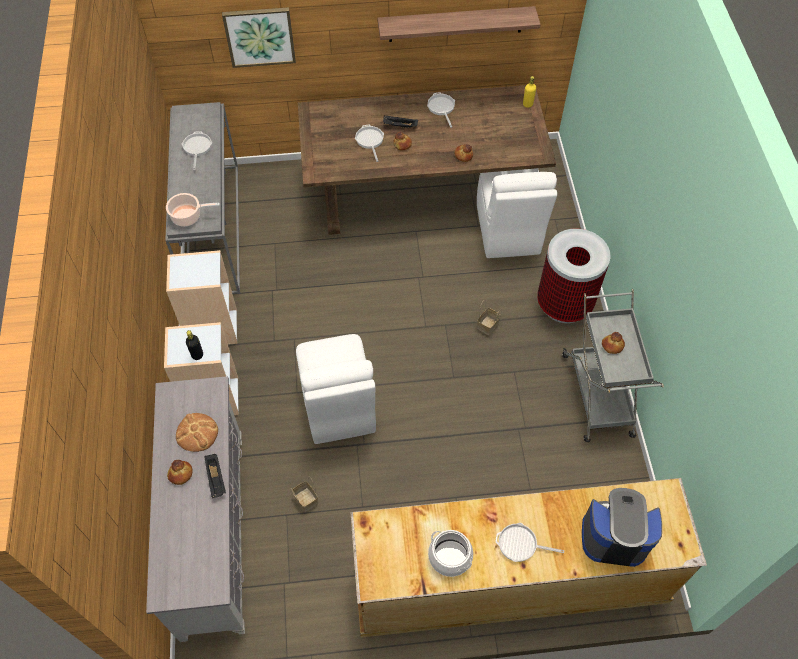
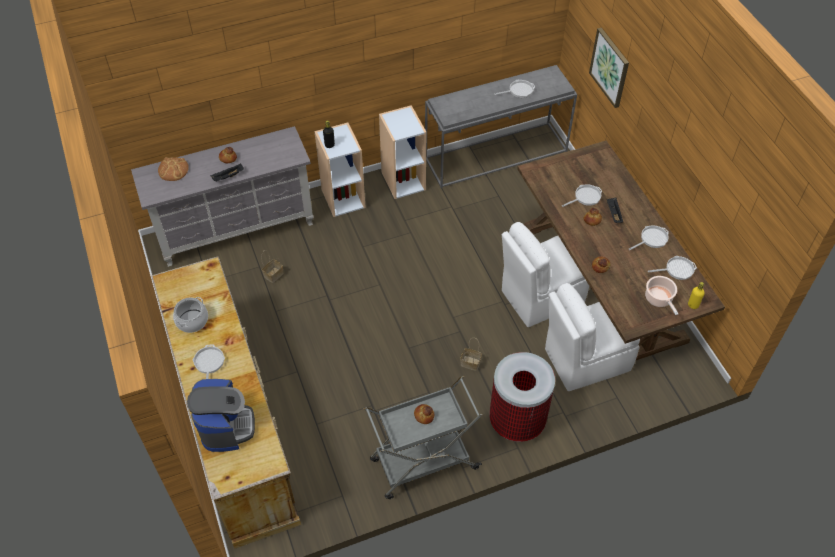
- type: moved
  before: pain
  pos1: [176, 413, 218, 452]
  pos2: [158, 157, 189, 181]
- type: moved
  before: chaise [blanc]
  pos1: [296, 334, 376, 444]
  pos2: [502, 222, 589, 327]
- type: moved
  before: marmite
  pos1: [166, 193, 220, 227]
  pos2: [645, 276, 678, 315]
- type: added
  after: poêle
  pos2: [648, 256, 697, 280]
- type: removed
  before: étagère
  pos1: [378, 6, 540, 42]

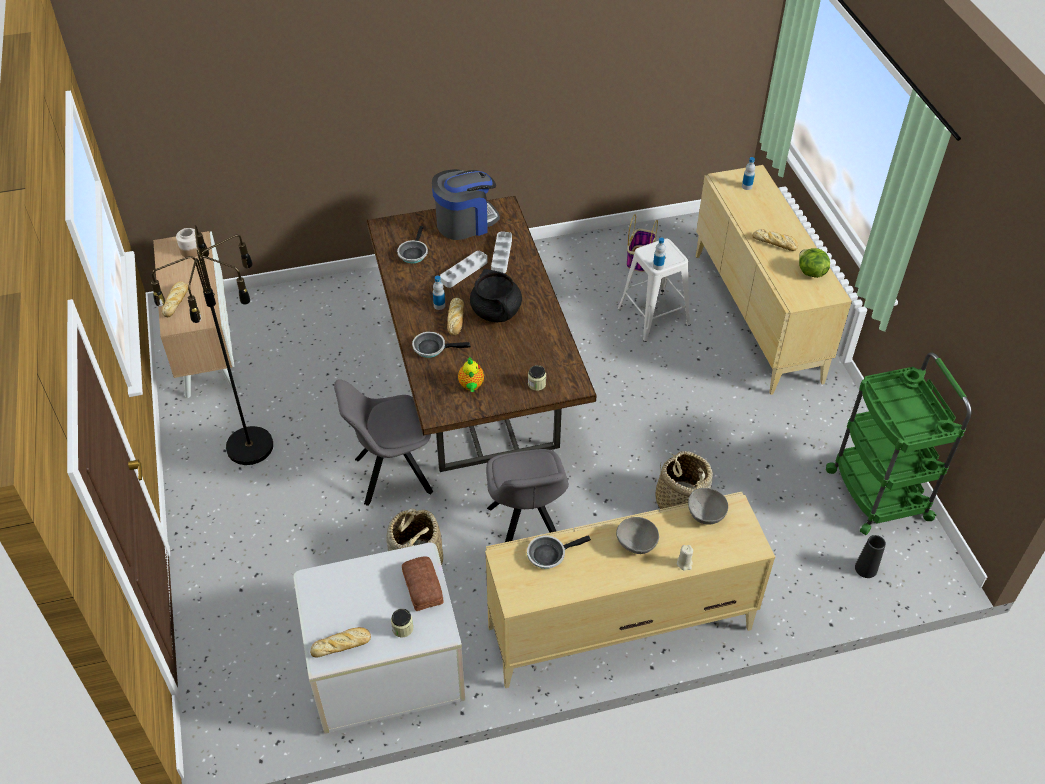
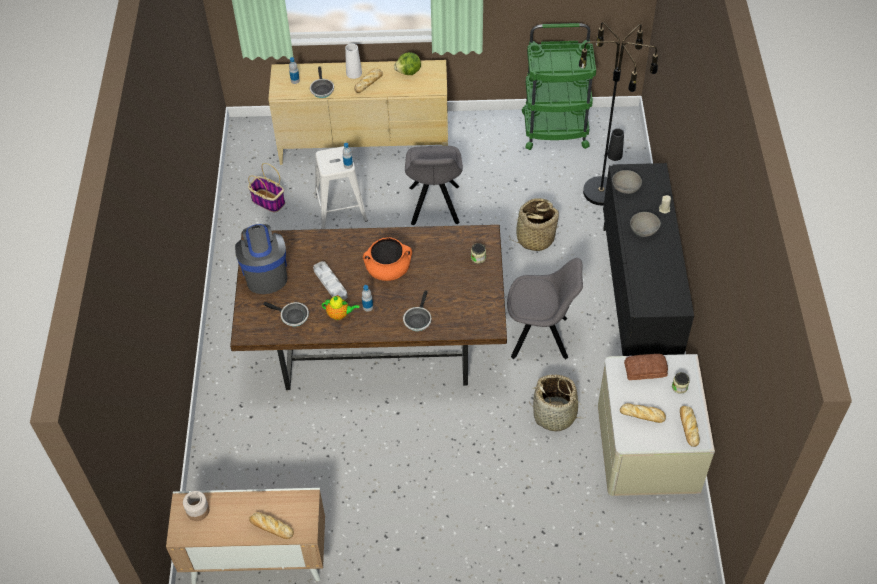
- type: moved
  before: poêle
  pos1: [527, 535, 591, 569]
  pos2: [310, 67, 334, 98]
- type: moved
  before: théière
  pos1: [458, 356, 484, 392]
  pos2: [322, 295, 360, 320]
- type: added
  after: vase [blanc]
  pos2: [345, 43, 362, 79]
- type: recoloured
  before: marmite [noir]
  after: marmite [orange]
  pos1: [470, 269, 522, 322]
  pos2: [363, 237, 412, 281]
- type: moved
  before: chaise [gris]
  pos1: [334, 379, 433, 506]
  pos2: [405, 146, 463, 226]
- type: moved
  before: lampadaire
  pos1: [151, 225, 273, 465]
  pos2: [579, 22, 658, 206]
- type: recoloured
  before: commode [beige]
  after: commode [noir]
  pos1: [485, 492, 775, 688]
  pos2: [603, 163, 694, 356]
- type: moved
  before: pain
  pos1: [447, 298, 464, 336]
  pos2: [620, 403, 666, 423]
- type: removed
  before: plateau [gris]
  pos1: [491, 232, 512, 273]

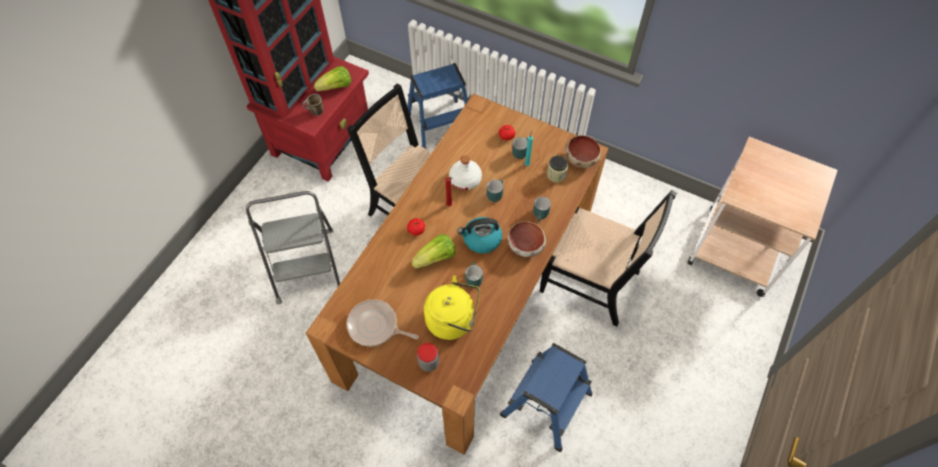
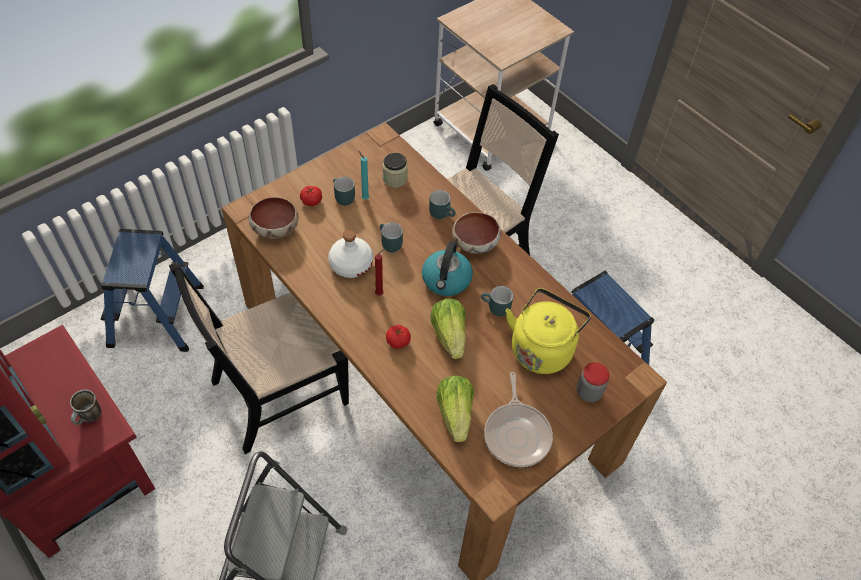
- type: moved
  before: bol
  pos1: [565, 135, 601, 168]
  pos2: [249, 197, 298, 239]
- type: moved
  before: laitue
  pos1: [314, 66, 351, 91]
  pos2: [436, 375, 474, 442]
- type: turned
  before: poêle
  pos1: [346, 299, 419, 346]
  pos2: [484, 372, 553, 467]
  turn: -45

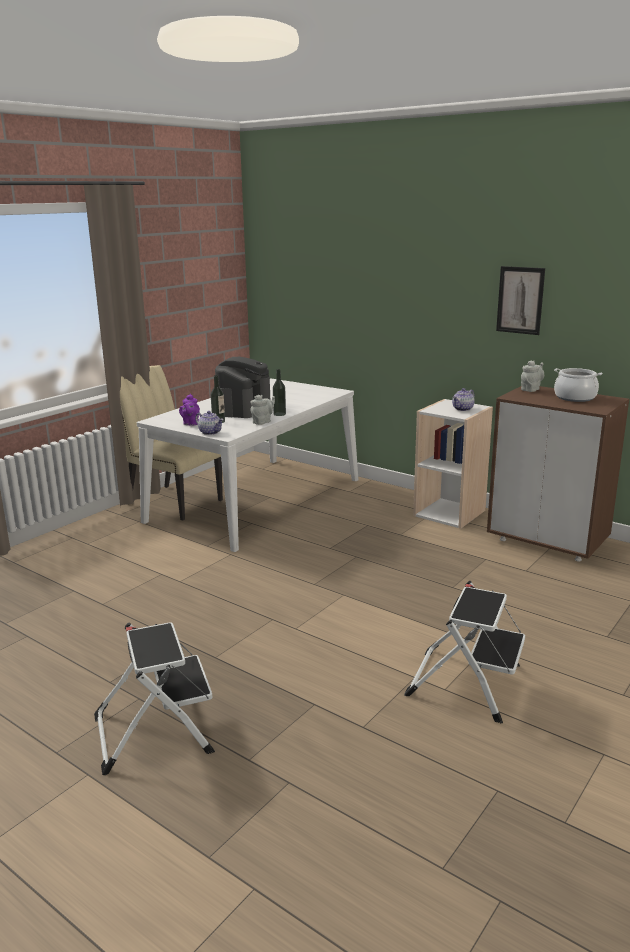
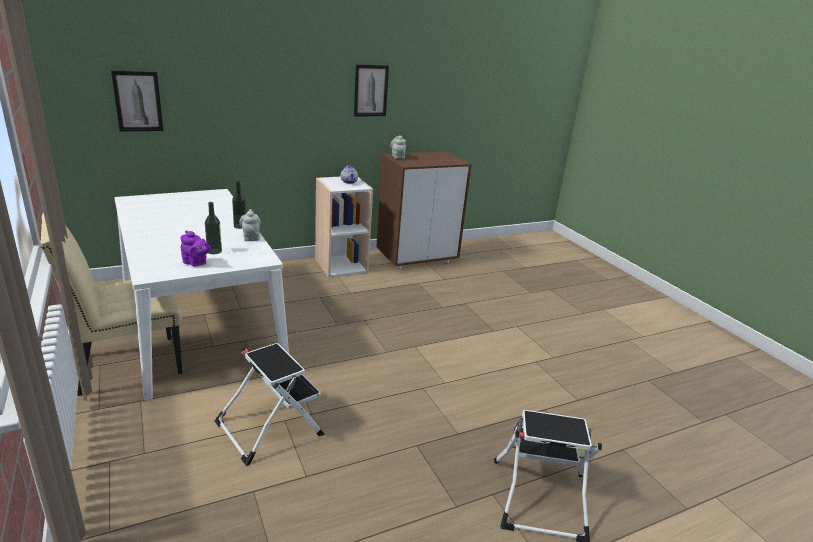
- type: added
  after: tableau
  pos2: [111, 71, 163, 132]
- type: moved
  before: escabeau
  pos1: [404, 581, 525, 723]
  pos2: [214, 343, 325, 466]
- type: removed
  before: théière
  pos1: [195, 411, 224, 435]
- type: removed
  before: machine à café
  pos1: [215, 357, 270, 418]
- type: removed
  before: marmite
  pos1: [554, 368, 603, 402]

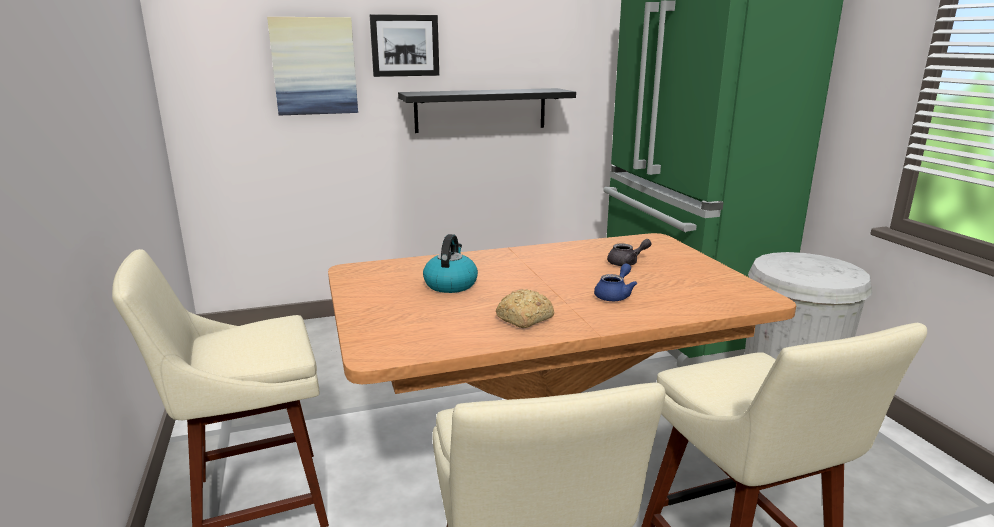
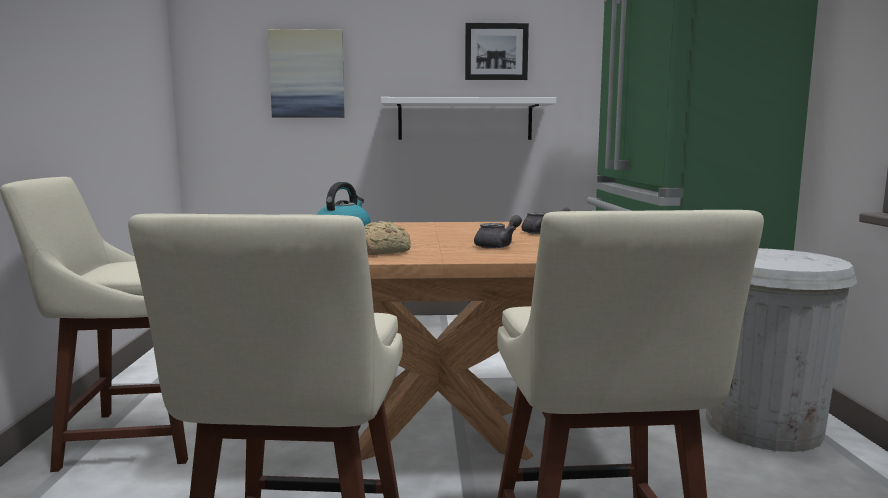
- type: recoloured
  before: étagère [noir]
  after: étagère [blanc]
  pos1: [398, 88, 576, 133]
  pos2: [381, 97, 556, 140]
- type: moved
  before: tableau
  pos1: [370, 14, 439, 77]
  pos2: [465, 23, 529, 80]
- type: recoloured
  before: théière [bleu]
  after: théière [gris]
  pos1: [594, 263, 637, 301]
  pos2: [474, 215, 522, 249]

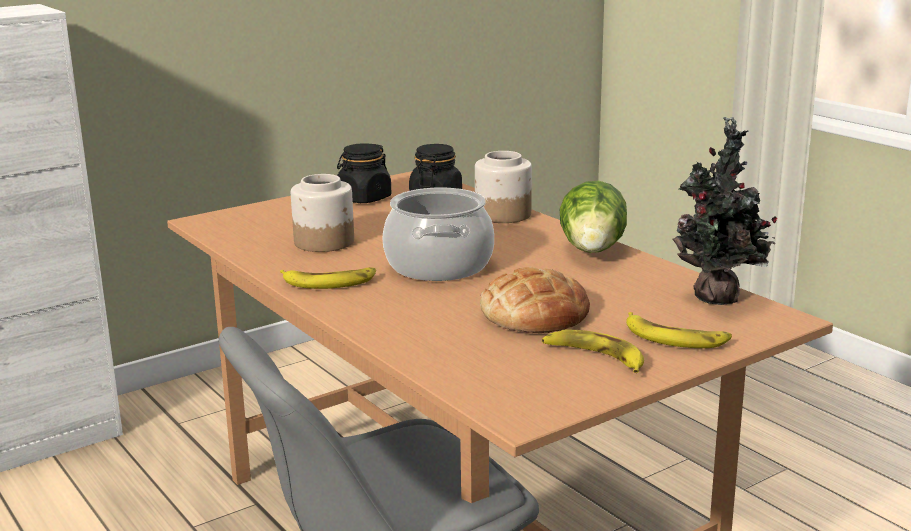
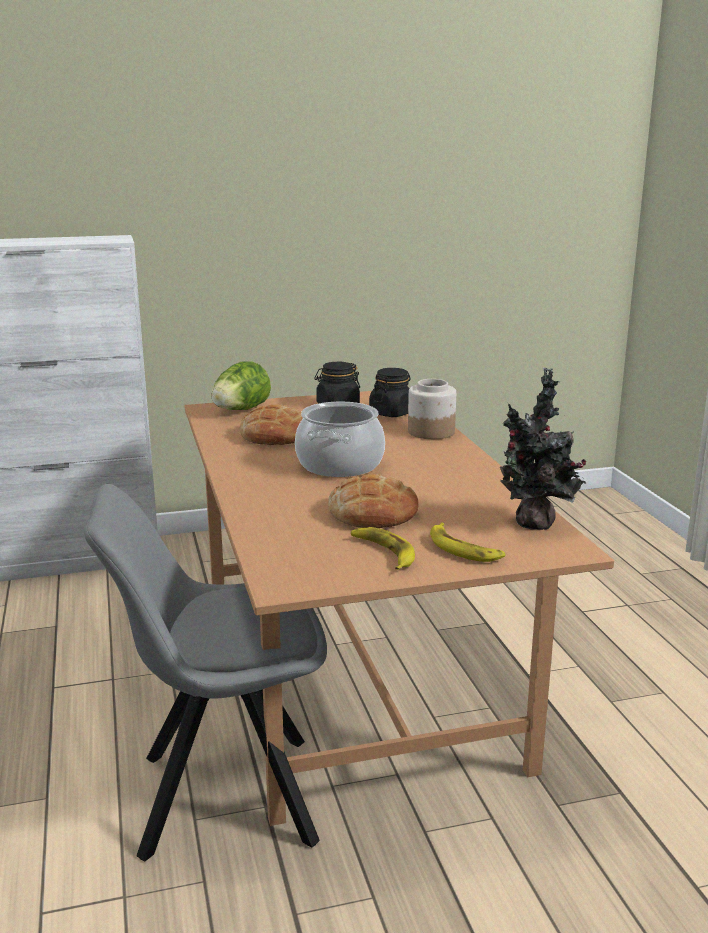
- type: moved
  before: laitue
  pos1: [560, 181, 627, 253]
  pos2: [211, 361, 271, 410]
- type: replaced
  before: bocal
  after: pain
  pos1: [291, 174, 354, 252]
  pos2: [240, 404, 303, 445]
- type: removed
  before: banane
  pos1: [280, 267, 376, 289]

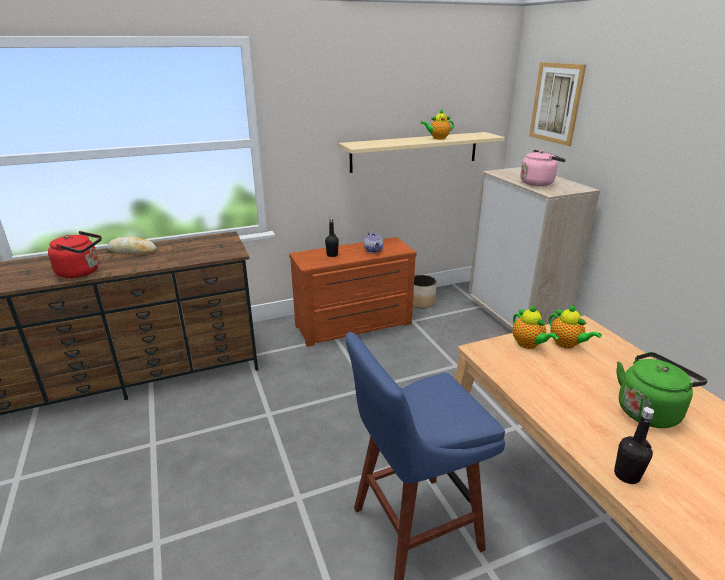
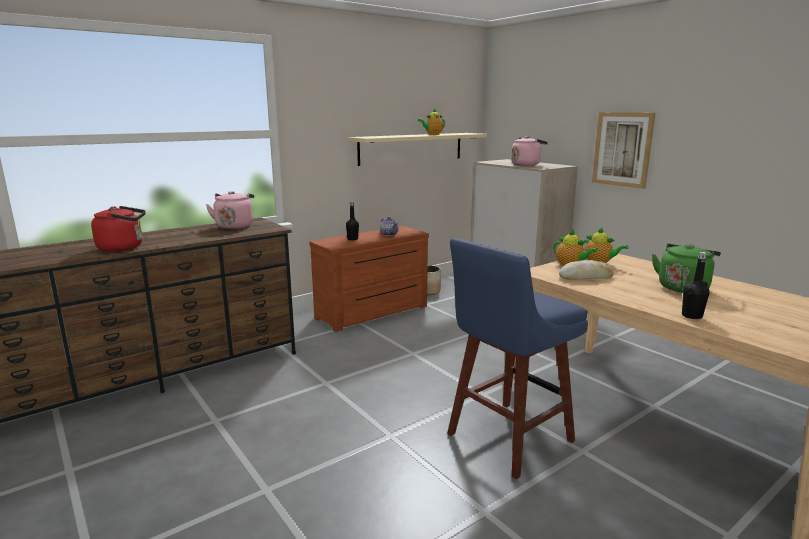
- type: added
  after: bouilloire [rose]
  pos2: [206, 191, 254, 229]
- type: moved
  before: pain
  pos1: [107, 237, 156, 254]
  pos2: [559, 260, 614, 280]
- type: moved
  before: tableau
  pos1: [529, 62, 586, 146]
  pos2: [592, 112, 655, 189]

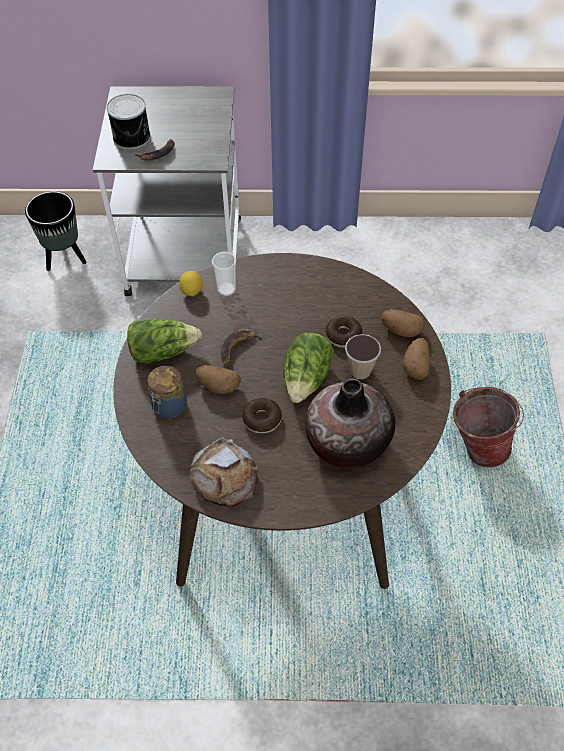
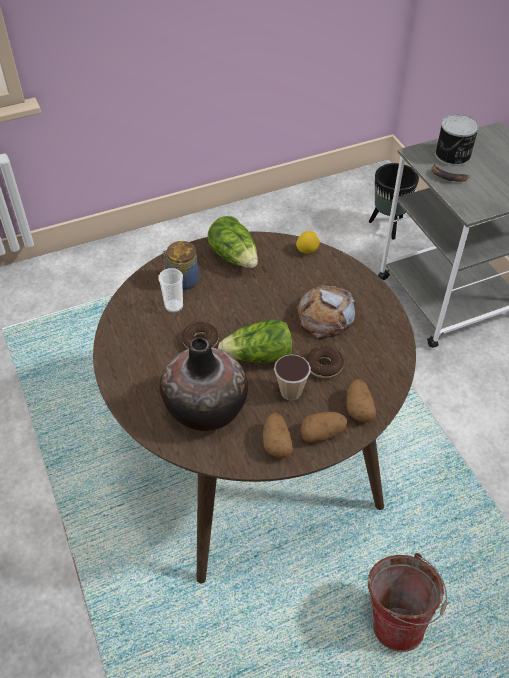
- type: moved
  before: tasse
  pos1: [212, 252, 236, 296]
  pos2: [158, 268, 183, 313]
- type: moved
  before: pomme de terre
  pos1: [196, 365, 241, 394]
  pos2: [263, 413, 293, 458]
- type: moved
  before: pain
  pos1: [190, 437, 258, 507]
  pos2: [297, 285, 355, 339]
- type: removed
  before: banane
  pos1: [221, 329, 265, 366]

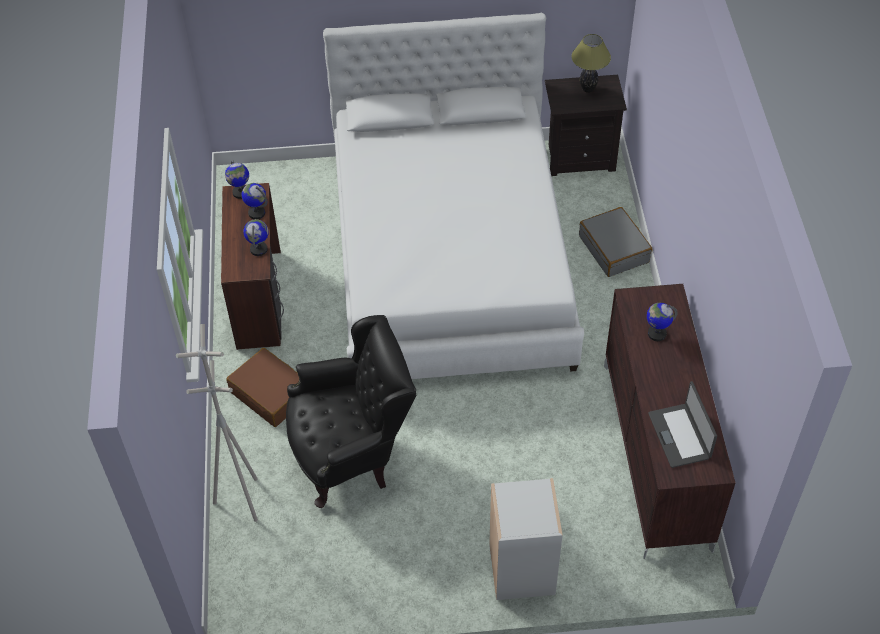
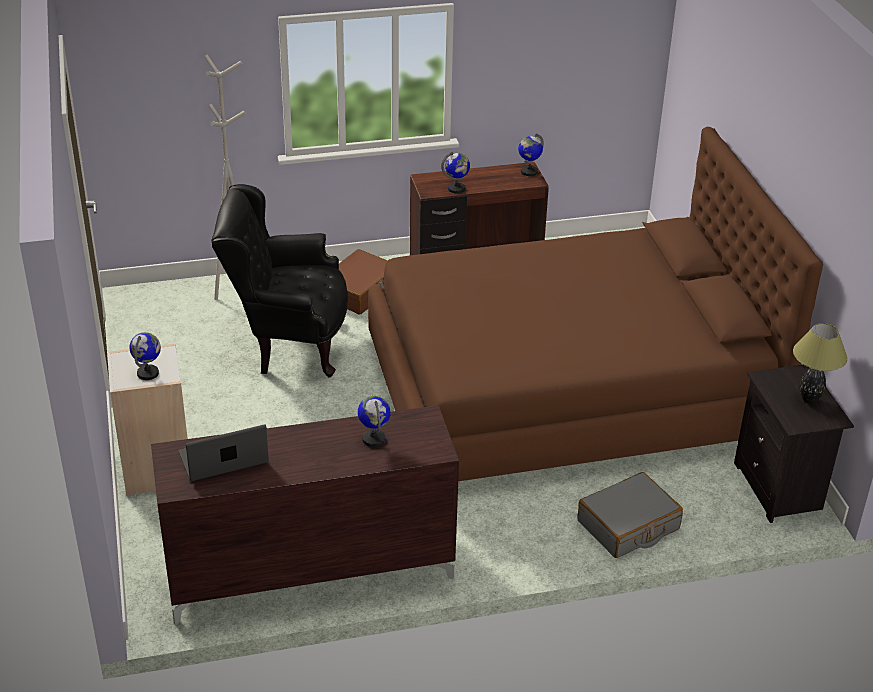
- type: moved
  before: globe
  pos1: [242, 183, 267, 219]
  pos2: [129, 332, 161, 380]
- type: turned
  before: fauteuil [noir]
  pos1: [286, 315, 417, 508]
  pos2: [211, 184, 348, 378]
  turn: 120
- type: recoloured
  before: lit [blanc]
  after: lit [marron]
  pos1: [323, 13, 584, 379]
  pos2: [368, 127, 823, 481]

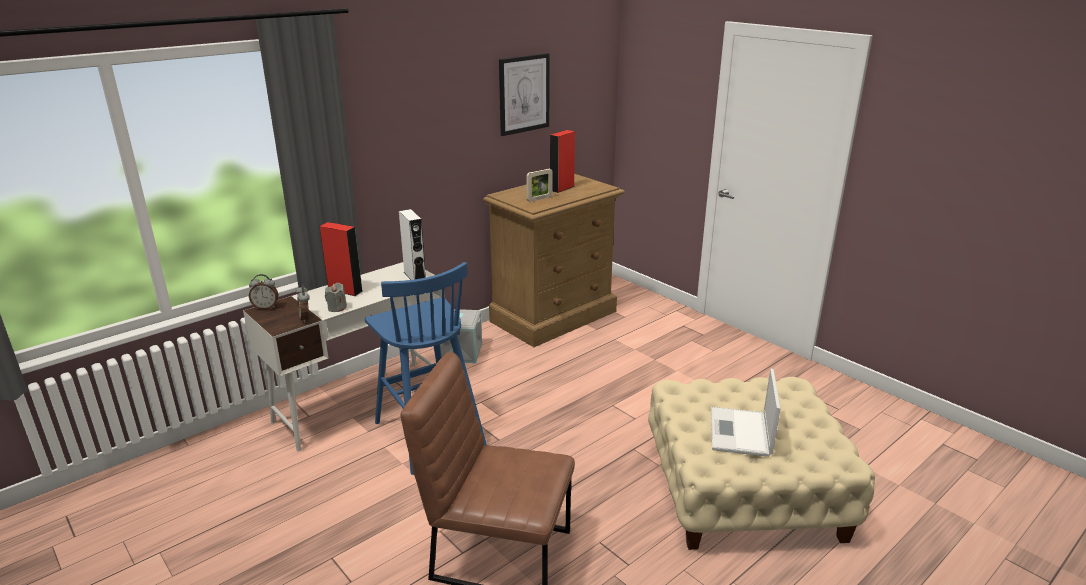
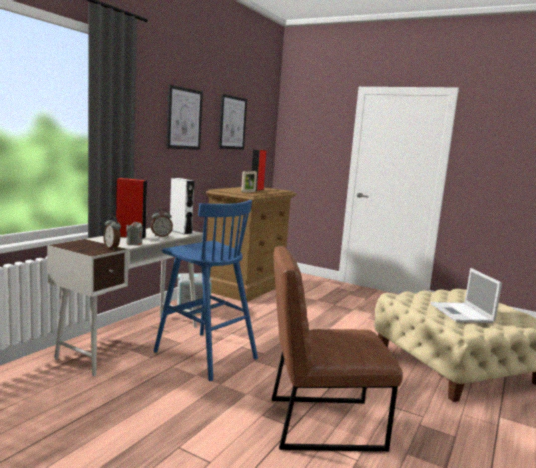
- type: moved
  before: réveil
  pos1: [249, 274, 278, 310]
  pos2: [151, 209, 173, 237]
- type: added
  after: tableau
  pos2: [166, 85, 203, 150]

